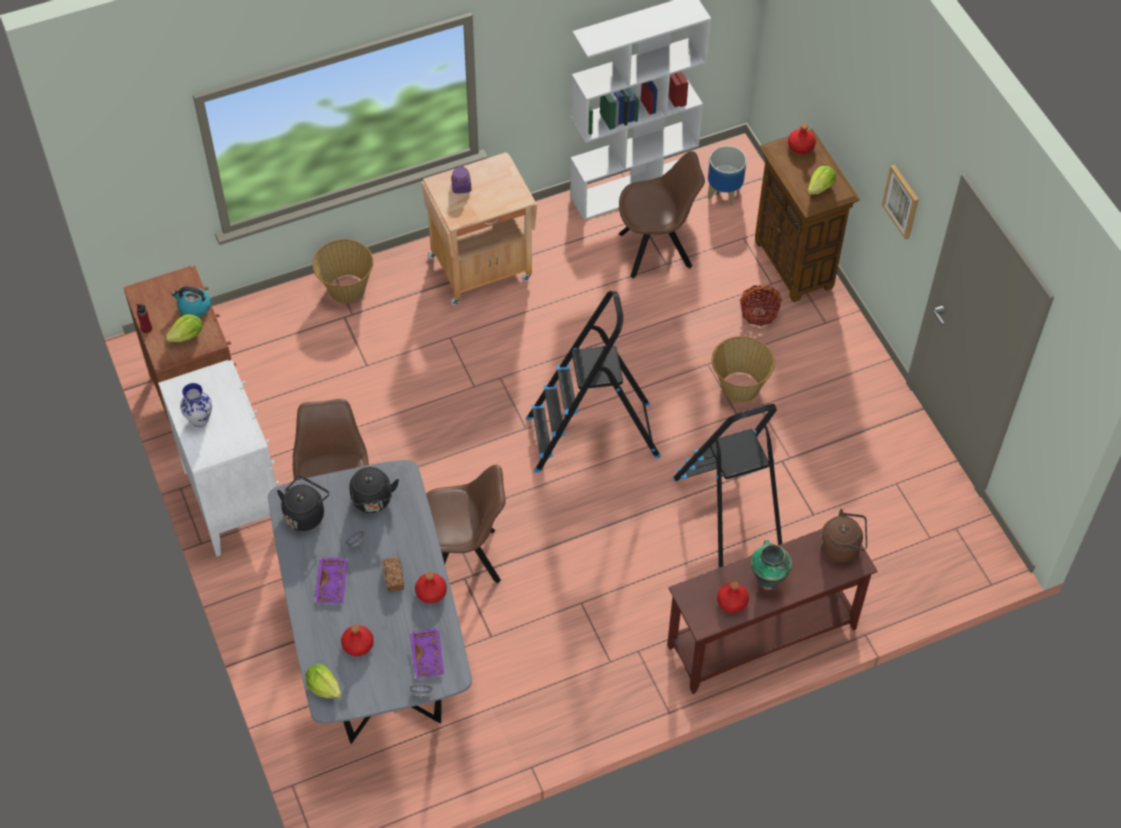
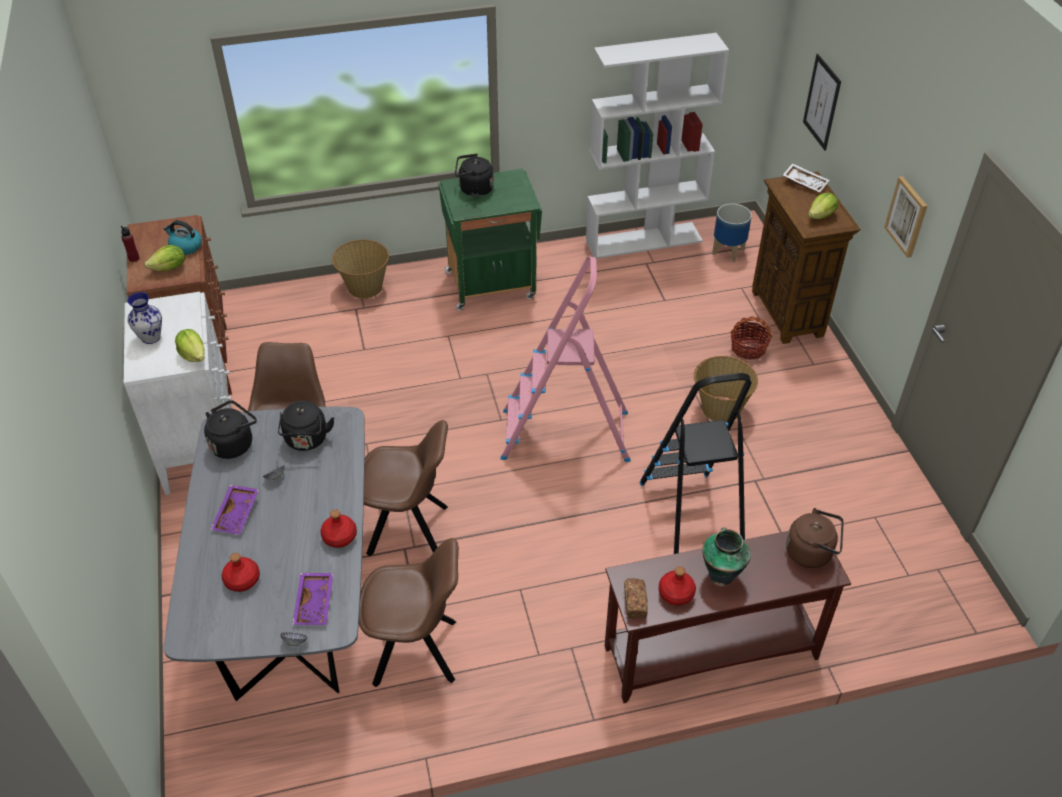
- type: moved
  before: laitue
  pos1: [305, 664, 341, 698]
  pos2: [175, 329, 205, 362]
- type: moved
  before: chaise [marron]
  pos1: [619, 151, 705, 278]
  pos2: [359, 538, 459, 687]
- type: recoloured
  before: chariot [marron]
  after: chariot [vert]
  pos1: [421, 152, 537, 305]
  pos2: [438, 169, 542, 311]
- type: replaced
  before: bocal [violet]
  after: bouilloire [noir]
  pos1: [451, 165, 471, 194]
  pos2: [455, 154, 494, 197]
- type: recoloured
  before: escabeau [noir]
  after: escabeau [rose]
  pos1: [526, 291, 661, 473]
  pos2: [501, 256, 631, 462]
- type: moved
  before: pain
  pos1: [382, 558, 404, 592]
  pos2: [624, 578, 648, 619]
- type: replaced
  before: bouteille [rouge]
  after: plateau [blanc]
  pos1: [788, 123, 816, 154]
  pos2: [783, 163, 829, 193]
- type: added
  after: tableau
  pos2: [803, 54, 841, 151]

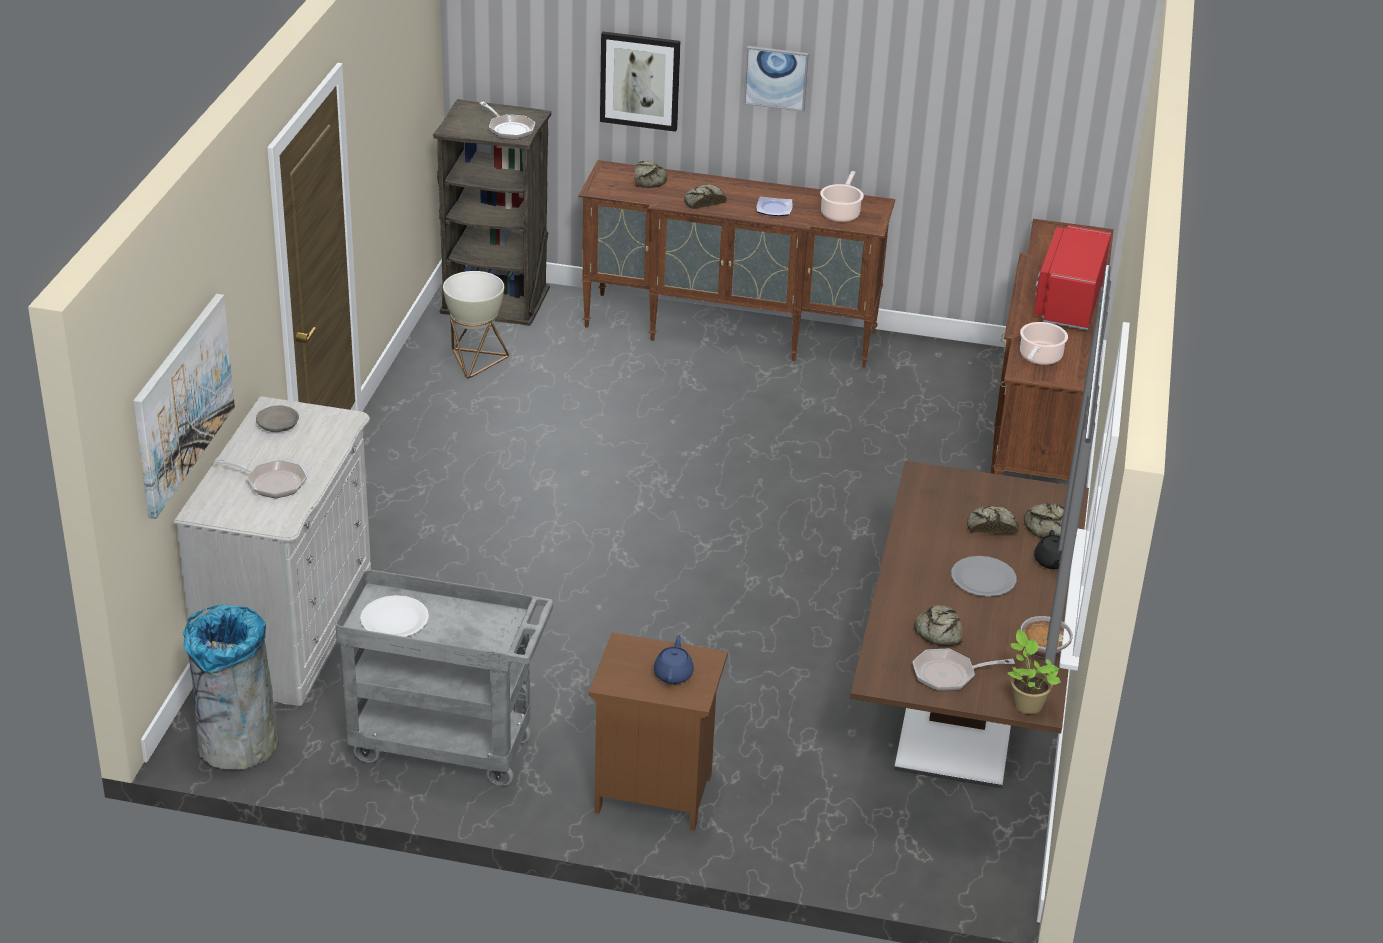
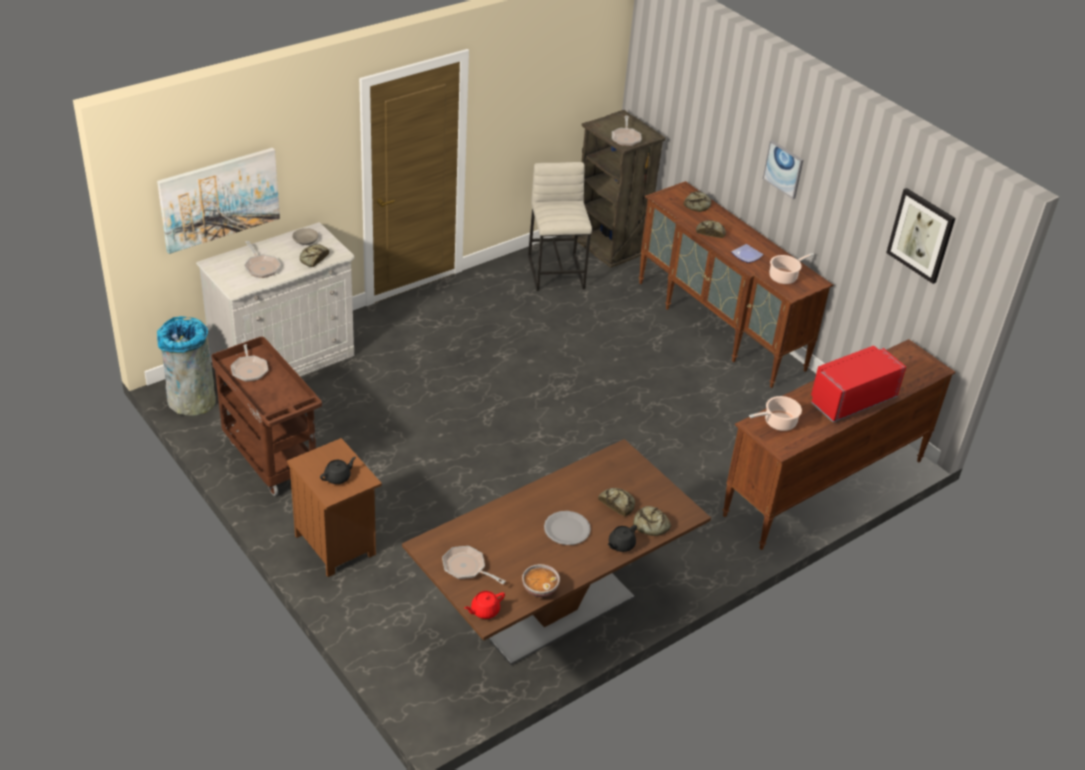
- type: recoloured
  before: chariot [gris]
  after: chariot [marron]
  pos1: [335, 570, 553, 786]
  pos2: [212, 336, 322, 496]
- type: replaced
  before: assiette [blanc]
  after: poêle
  pos1: [360, 595, 429, 637]
  pos2: [231, 339, 268, 382]
- type: moved
  before: pain
  pos1: [914, 605, 963, 646]
  pos2: [300, 244, 329, 267]
- type: recoloured
  before: théière [bleu]
  after: théière [noir]
  pos1: [654, 634, 694, 684]
  pos2: [320, 457, 356, 484]
- type: replaced
  before: plante en pot
  after: théière [rouge]
  pos1: [1007, 629, 1061, 714]
  pos2: [464, 591, 505, 619]
- type: replaced
  before: cache-pot
  after: tabouret [beige]
  pos1: [443, 271, 509, 378]
  pos2: [528, 162, 592, 291]
- type: moved
  before: tableau
  pos1: [600, 31, 681, 132]
  pos2: [886, 188, 956, 284]

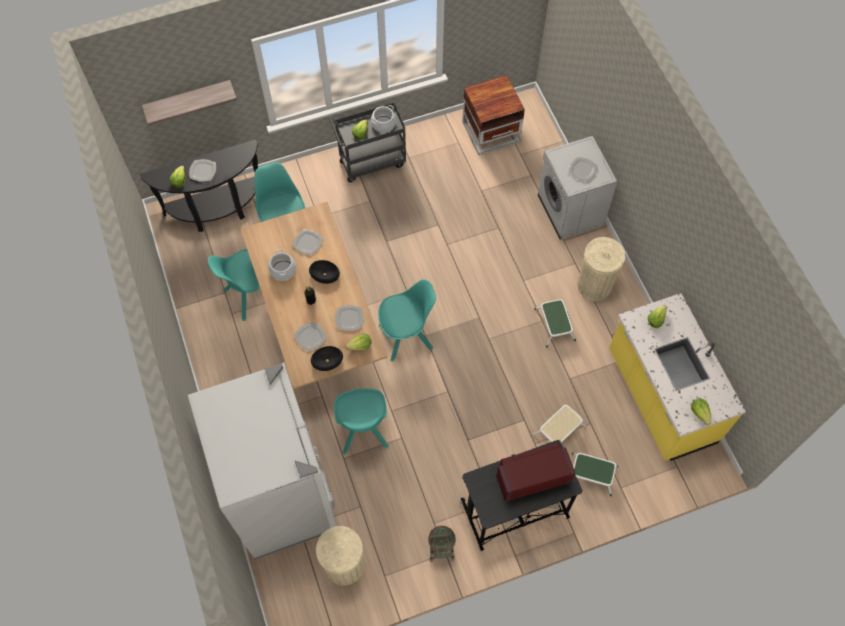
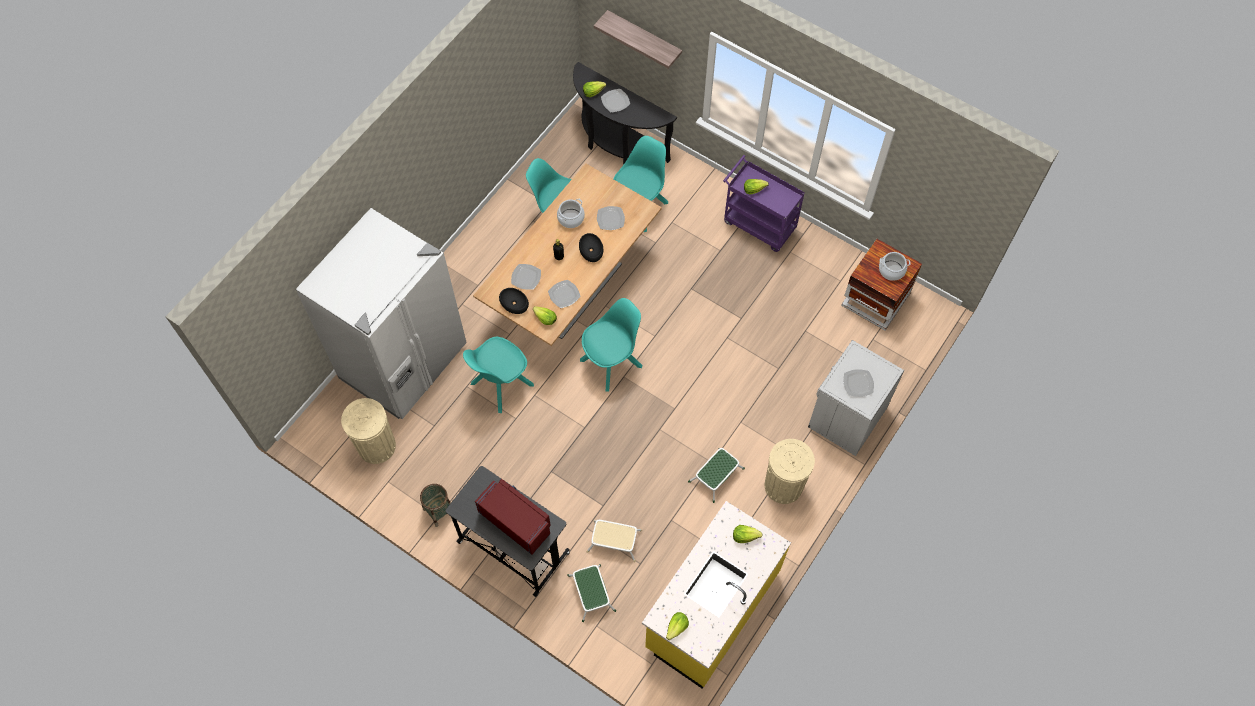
- type: turned
  before: chaise [turquoise]
  pos1: [378, 279, 436, 361]
  pos2: [580, 298, 642, 392]
  turn: -75
- type: recoloured
  before: chariot [gris]
  after: chariot [violet]
  pos1: [329, 103, 406, 182]
  pos2: [723, 155, 805, 252]
- type: moved
  before: marmite
  pos1: [371, 105, 396, 133]
  pos2: [879, 252, 911, 281]

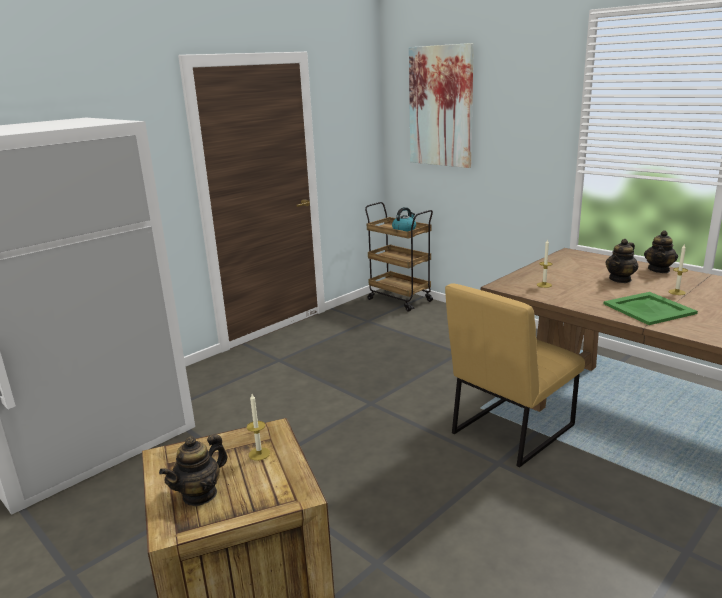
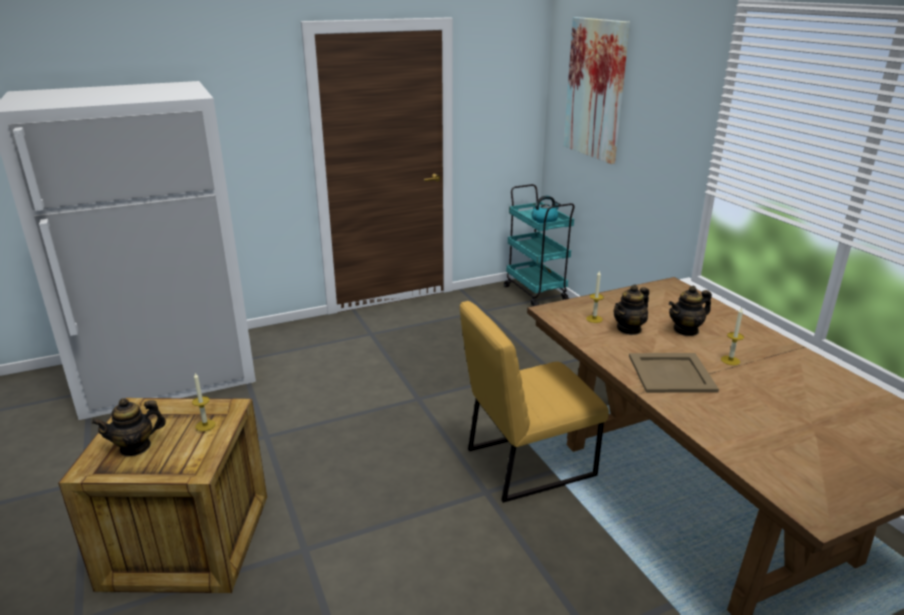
- type: recoloured
  before: chariot [marron]
  after: chariot [turquoise]
  pos1: [365, 202, 433, 312]
  pos2: [504, 184, 575, 306]
- type: moved
  before: théière
  pos1: [644, 230, 678, 273]
  pos2: [614, 284, 649, 335]
- type: recoloured
  before: plateau [vert]
  after: plateau [beige]
  pos1: [603, 292, 698, 325]
  pos2: [629, 353, 719, 393]

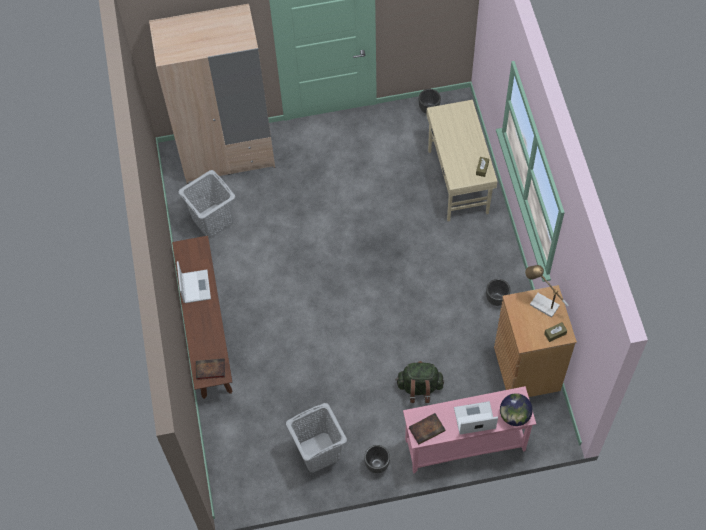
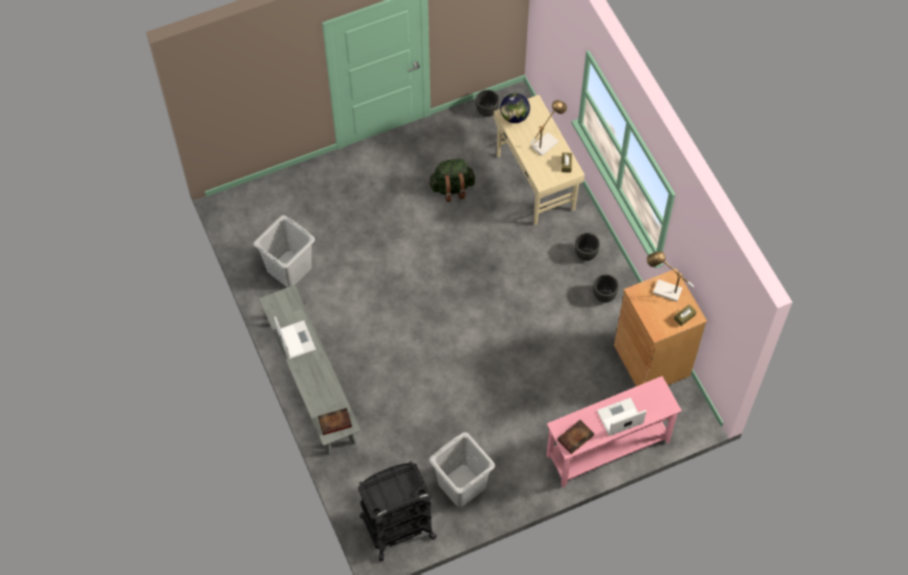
- type: recoloured
  before: banc [marron]
  after: banc [gris]
  pos1: [172, 236, 232, 399]
  pos2: [259, 285, 361, 455]
- type: added
  after: chariot [noir]
  pos2: [358, 461, 437, 561]
- type: moved
  before: sac à dos [vert]
  pos1: [396, 361, 444, 403]
  pos2: [429, 159, 475, 202]
- type: moved
  before: globe
  pos1: [500, 393, 533, 426]
  pos2: [500, 93, 530, 123]
- type: added
  after: lampe de table
  pos2: [530, 100, 567, 156]
- type: moved
  before: cache-pot [noir]
  pos1: [364, 445, 390, 473]
  pos2: [575, 233, 600, 261]
- type: removed
  before: armoire [beige]
  pos1: [149, 4, 275, 184]

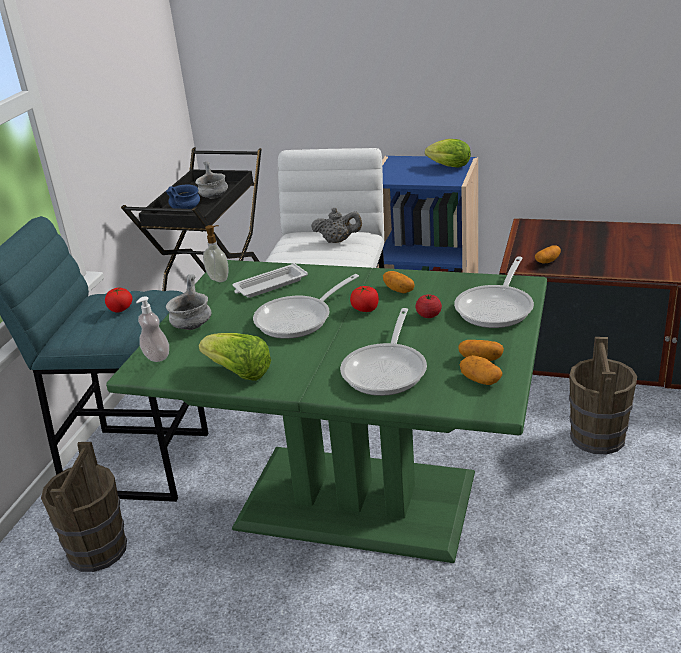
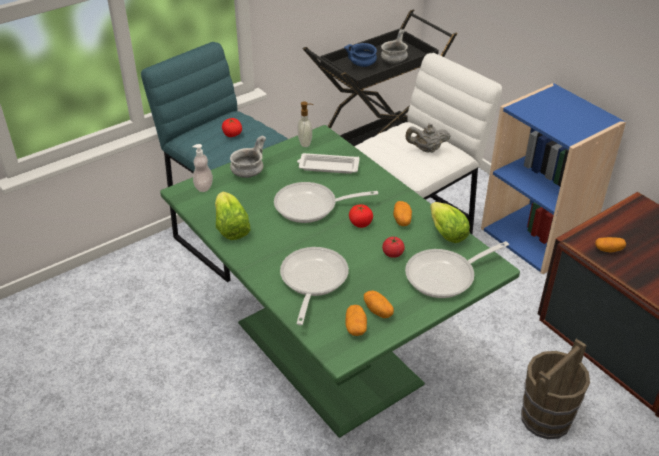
- type: turned
  before: poêle
  pos1: [340, 308, 427, 396]
  pos2: [280, 247, 349, 325]
  turn: 135
- type: turned
  before: théière [gris]
  pos1: [311, 208, 362, 243]
  pos2: [406, 123, 451, 153]
  turn: 135
- type: moved
  before: laitue
  pos1: [425, 139, 471, 168]
  pos2: [430, 202, 470, 243]
- type: removed
  before: seau [marron]
  pos1: [41, 442, 127, 572]

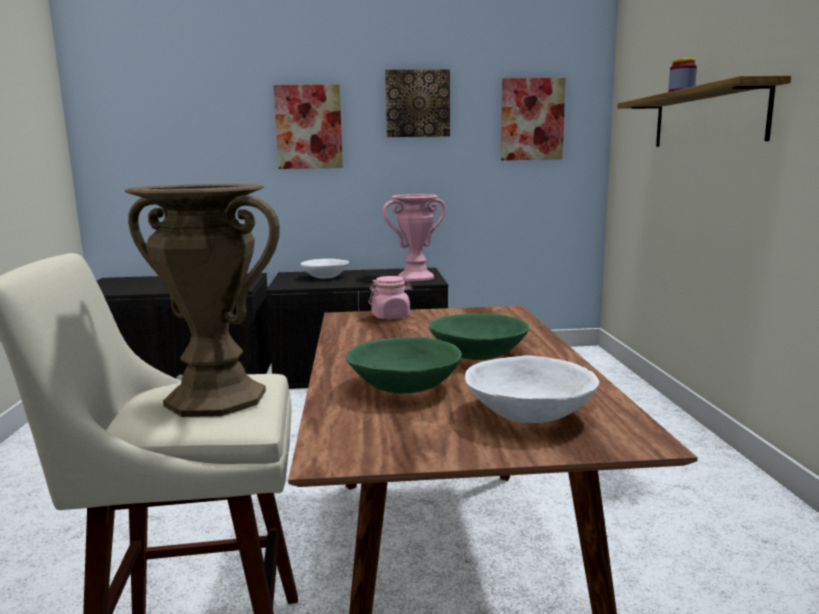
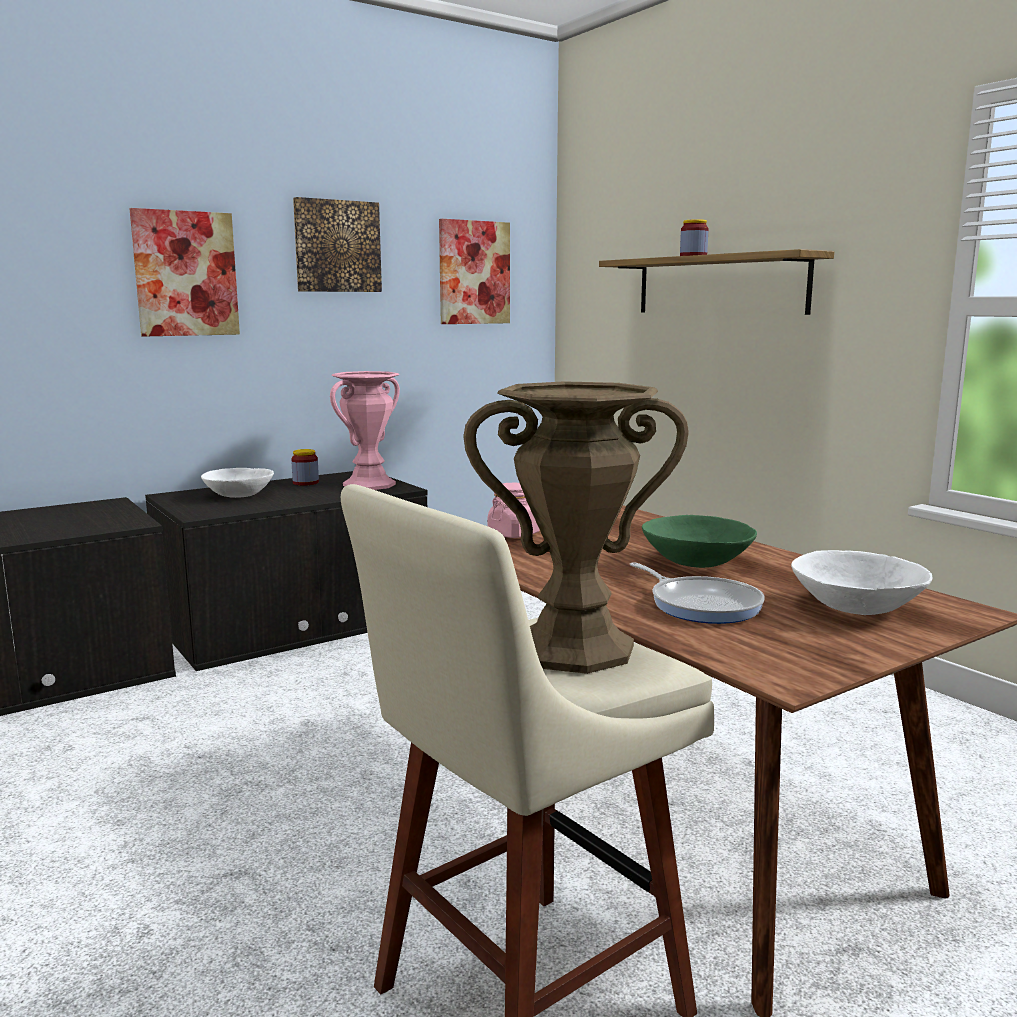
- type: added
  after: bocal
  pos2: [291, 449, 319, 485]
- type: replaced
  before: bol [vert]
  after: poêle
  pos1: [345, 337, 462, 393]
  pos2: [630, 562, 765, 624]

